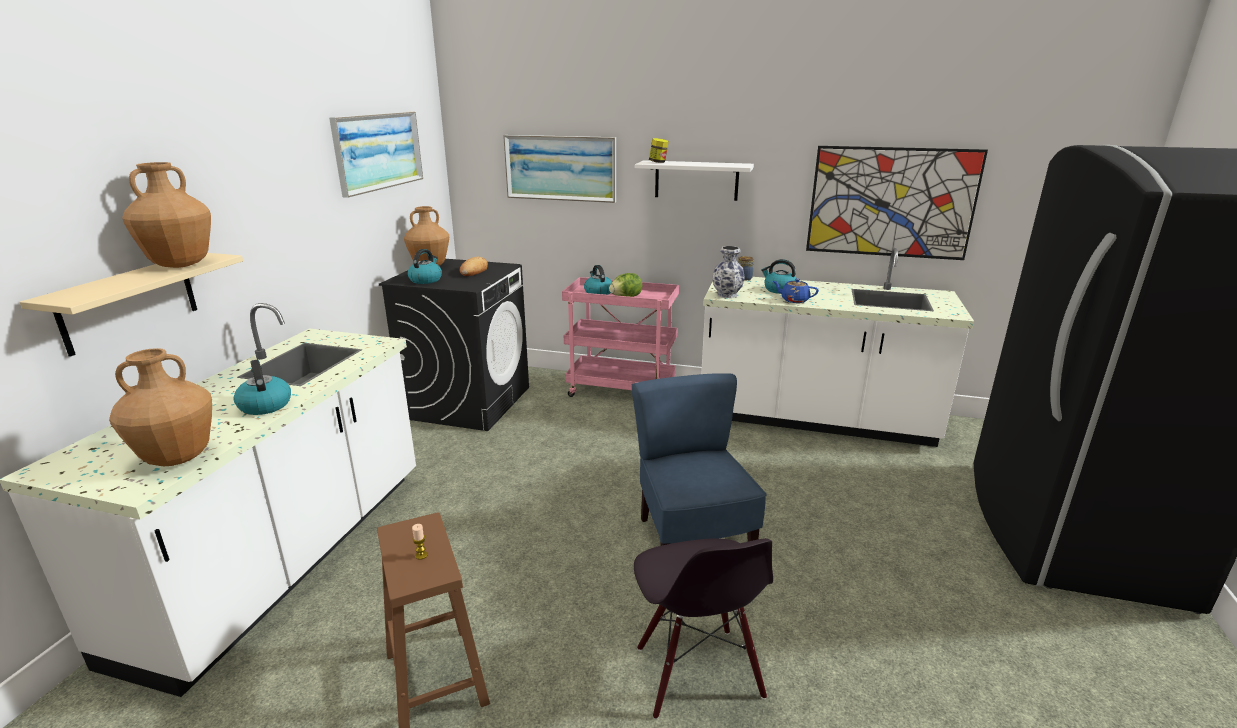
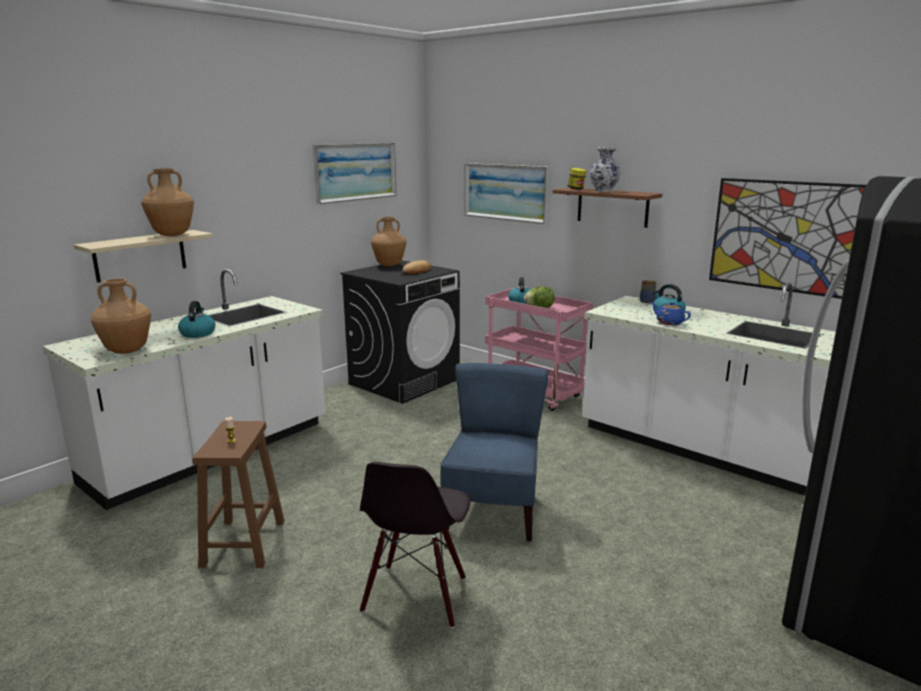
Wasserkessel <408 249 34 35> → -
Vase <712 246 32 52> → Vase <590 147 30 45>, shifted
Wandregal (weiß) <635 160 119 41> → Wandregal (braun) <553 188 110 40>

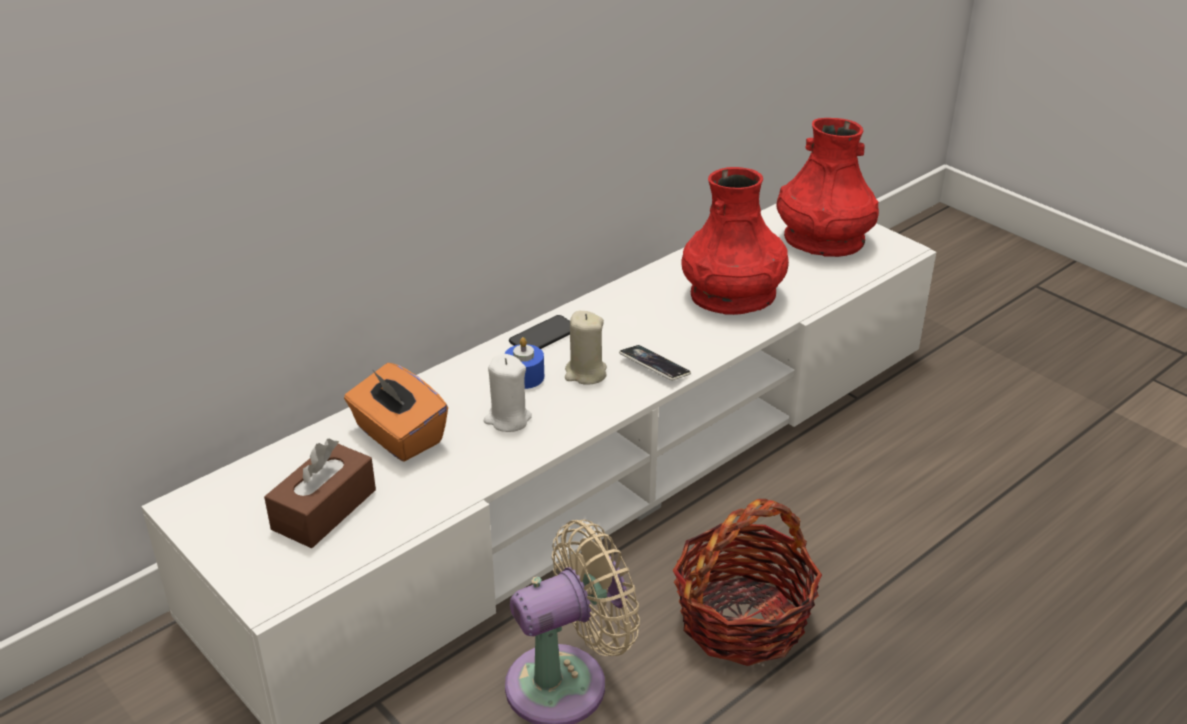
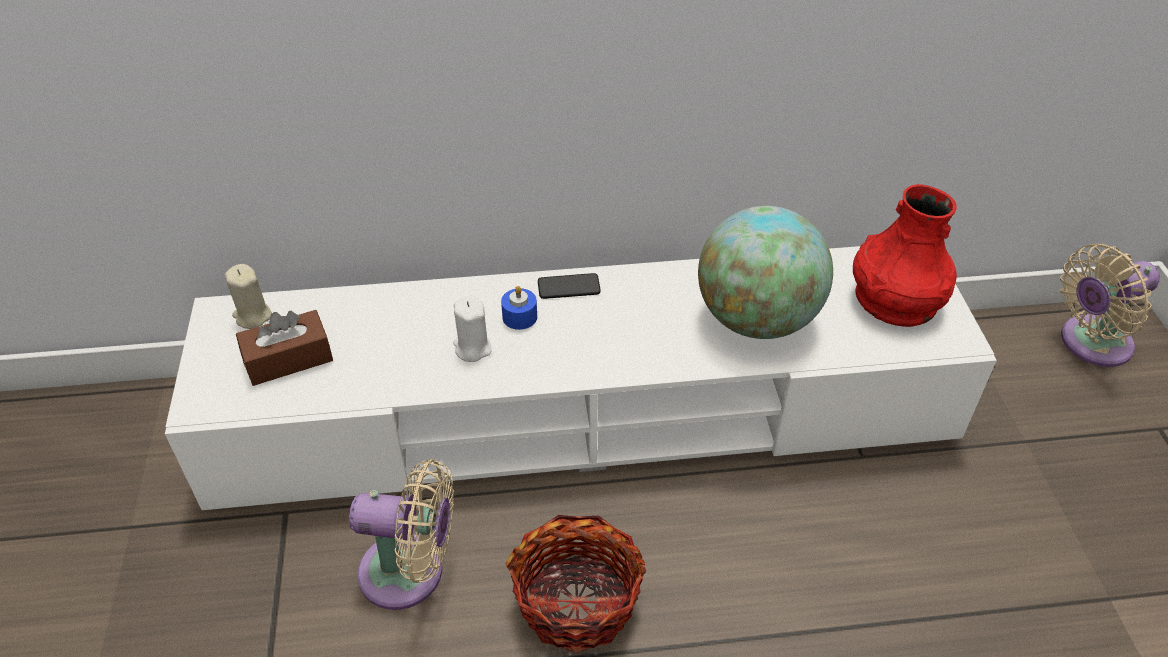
Taschentuchbox (orange) <344 363 104 99> → -
Handy <619 345 72 36> → -
- → Ventilator (beige) <1060 244 100 123>
Kerze (beige) <565 311 42 74> → Kerze (beige) <224 264 48 65>, shifted
Vase (rot) <681 167 108 148> → Globus <698 206 135 133>

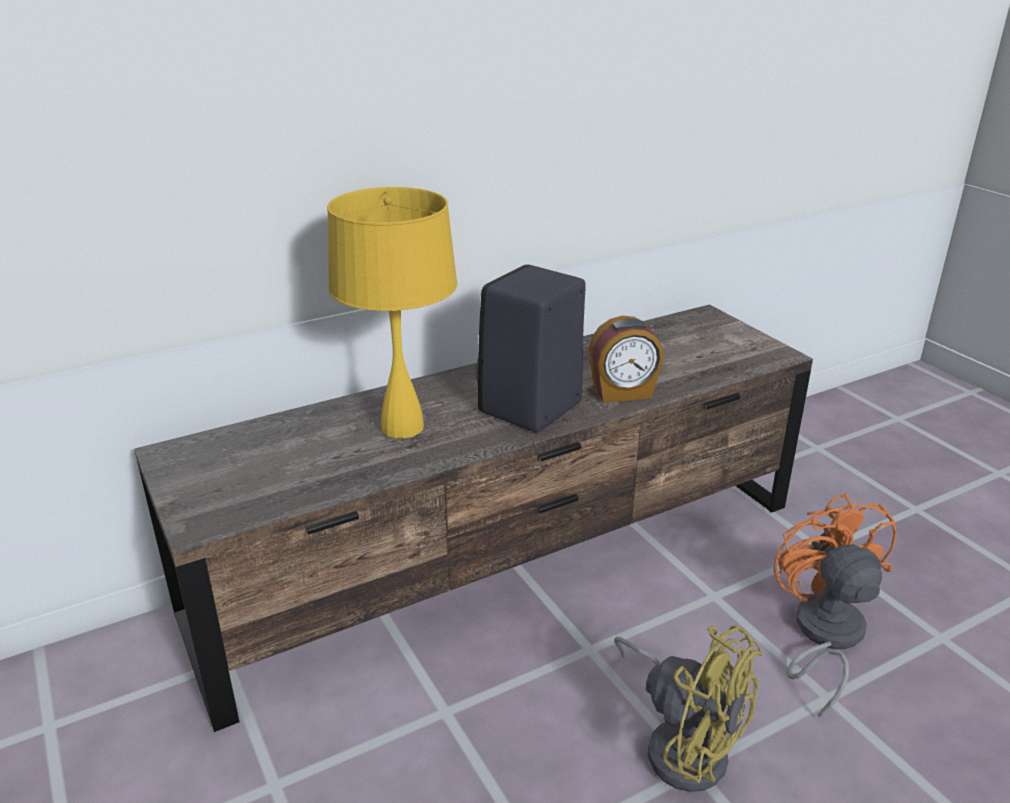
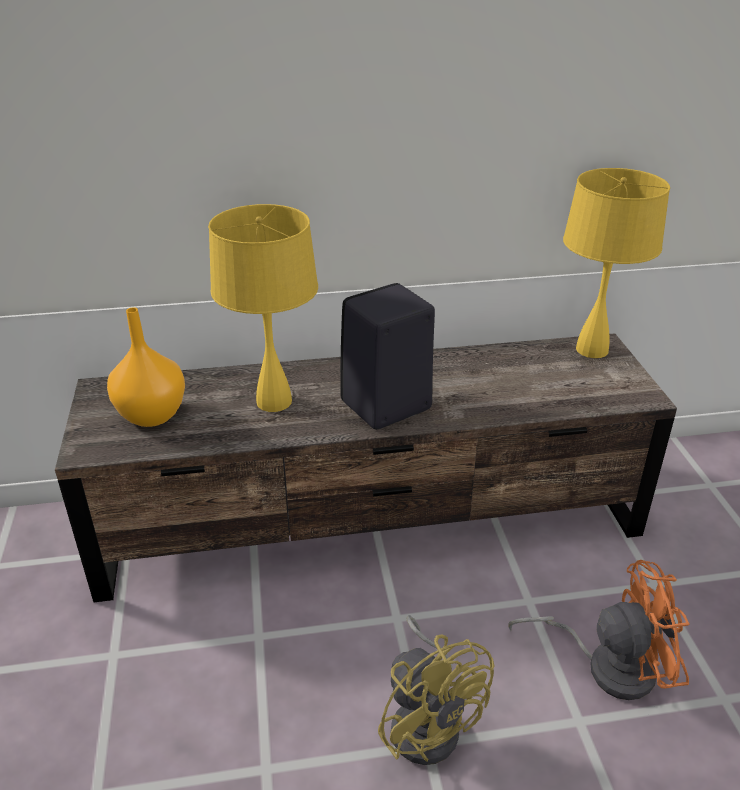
Wecker <589 316 75 87> → -
- → Vase (orange) <107 307 78 120>
- → Tischlampe (gelb) <563 168 107 190>
Ventilator (orange) <774 493 122 224> → Ventilator (orange) <508 560 182 140>, 75 degrees clockwise

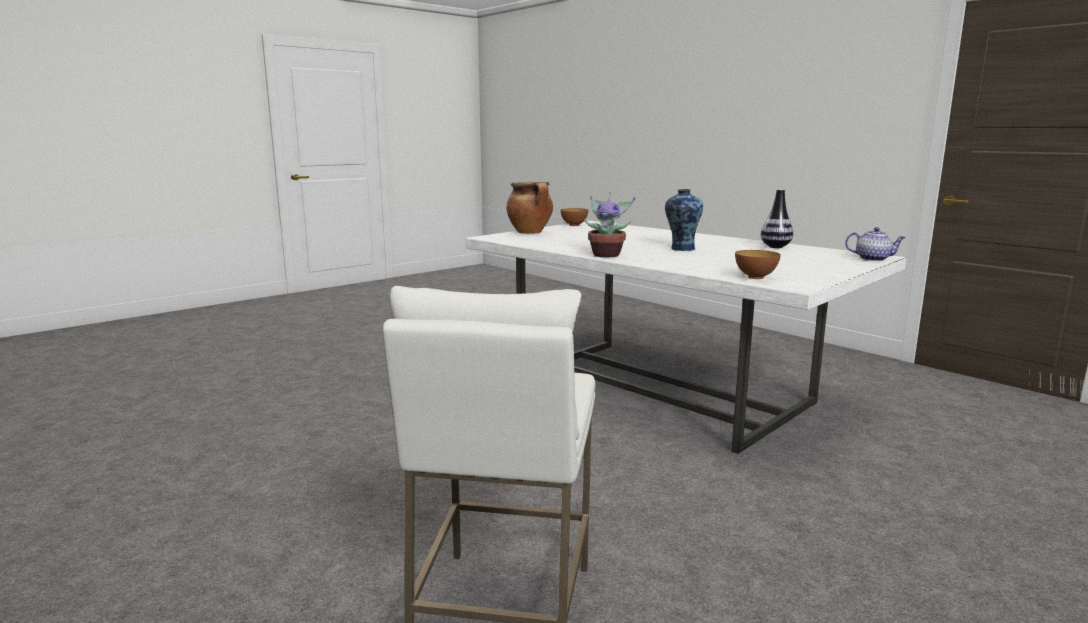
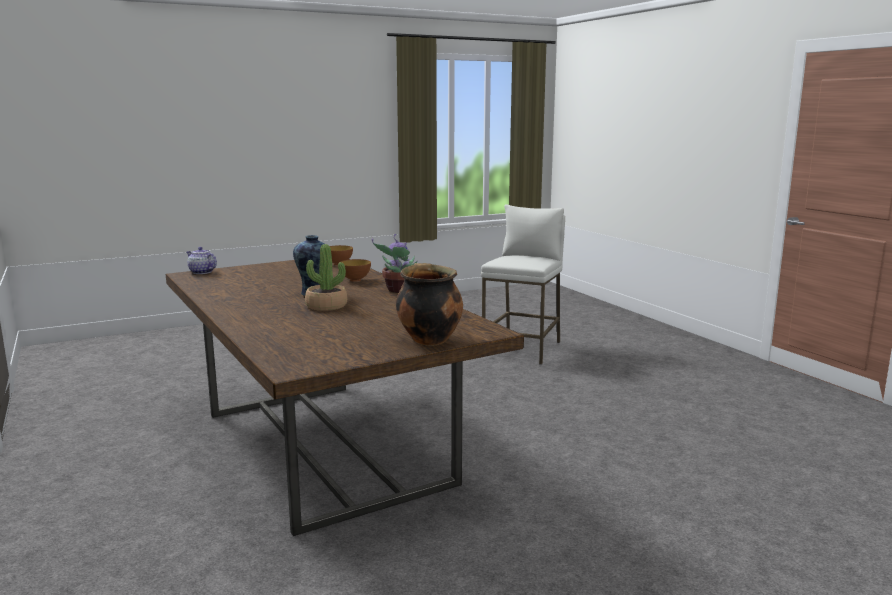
Vase <761 189 32 59> → -
- → Topfpflanze <305 244 42 67>
Schüssel <561 208 28 18> → Schüssel <339 259 32 23>, shifted
Esstisch (weiß) <466 221 440 233> → Esstisch (braun) <166 259 358 277>

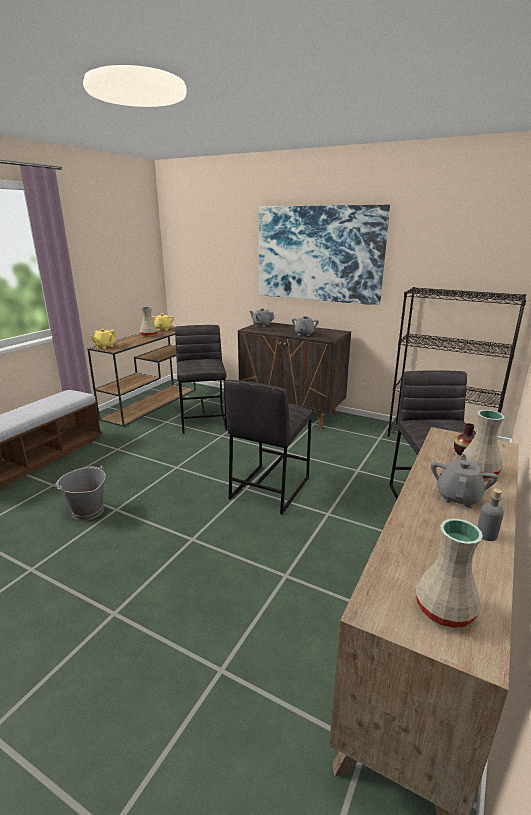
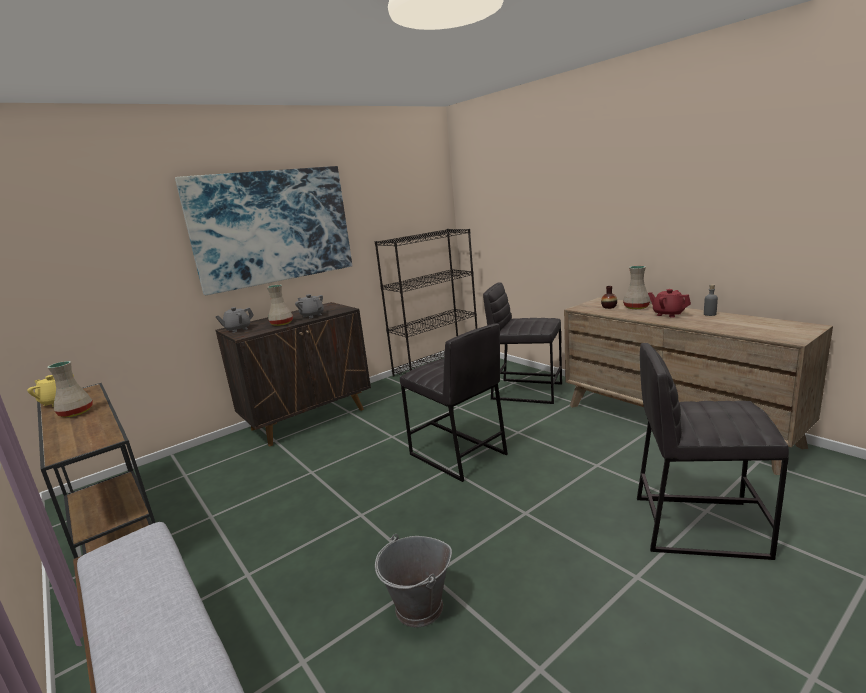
Teekanne (gelb) <90 329 27 20> → -
Hocker (grau) <175 325 52 109> → Hocker (grau) <637 343 152 217>, shifted
Vase (beige) <416 518 67 110> → Vase (beige) <267 285 26 41>, shifted
Teekanne (grau) <431 454 67 54> → Teekanne (rot) <648 289 43 29>

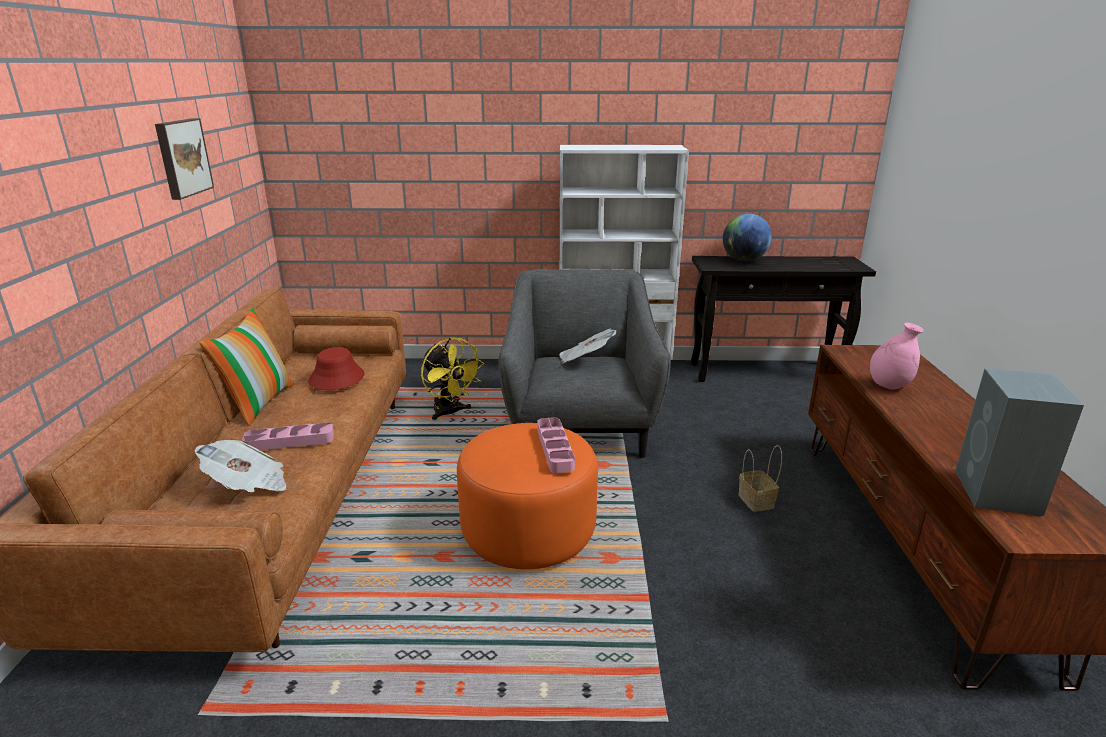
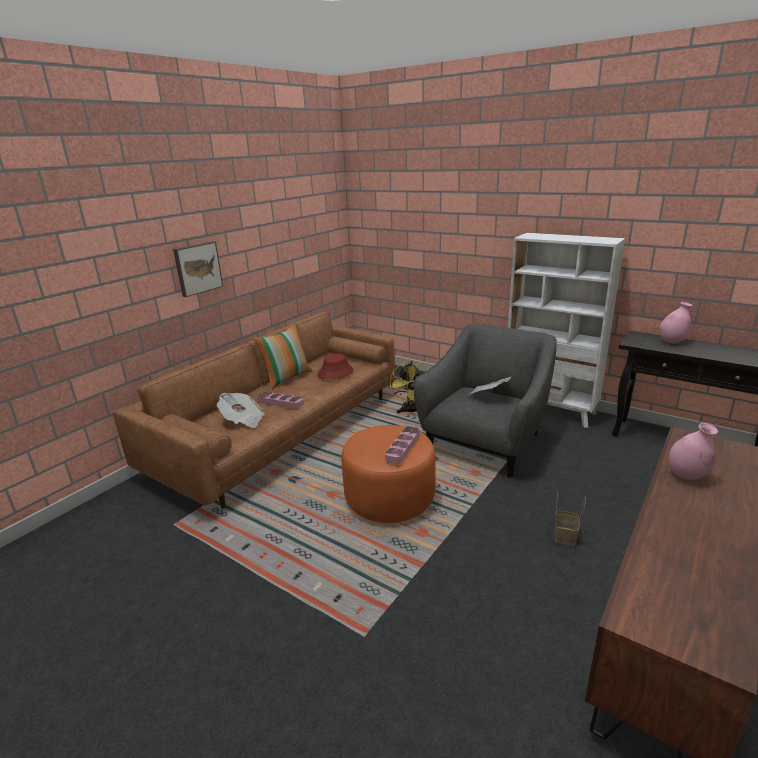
Lautsprecher (grau) <955 368 129 148> → -
Bild <155 118 59 82> → Bild <173 241 50 56>, shifted
Globus <723 214 49 48> → Vase (rosa) <660 302 33 42>

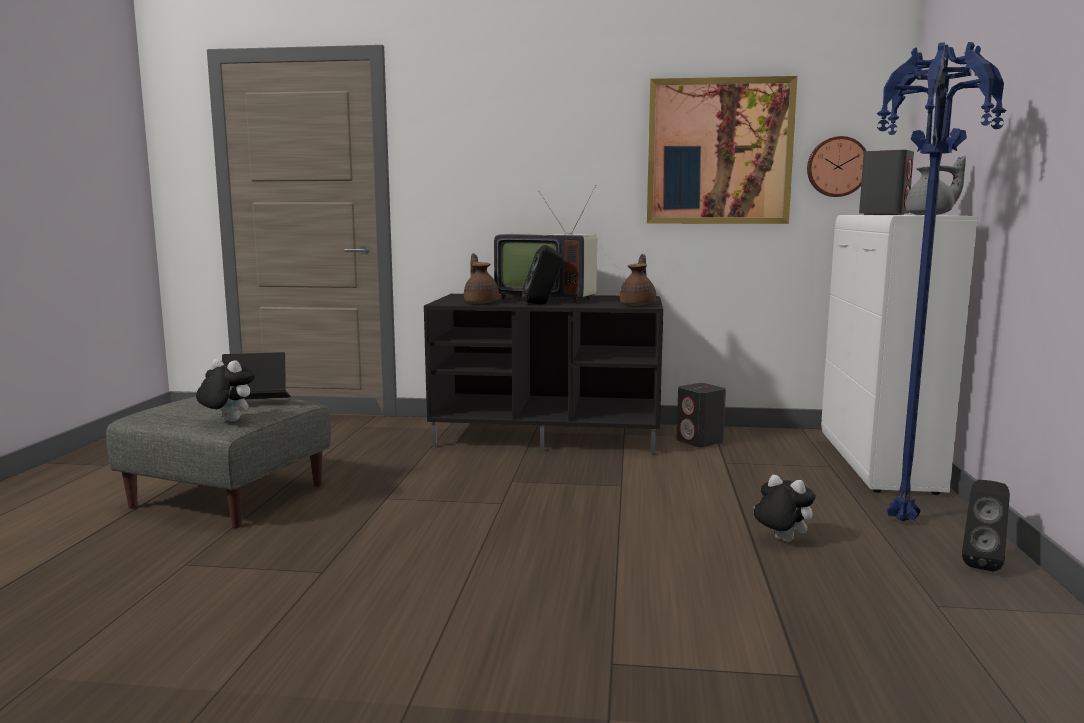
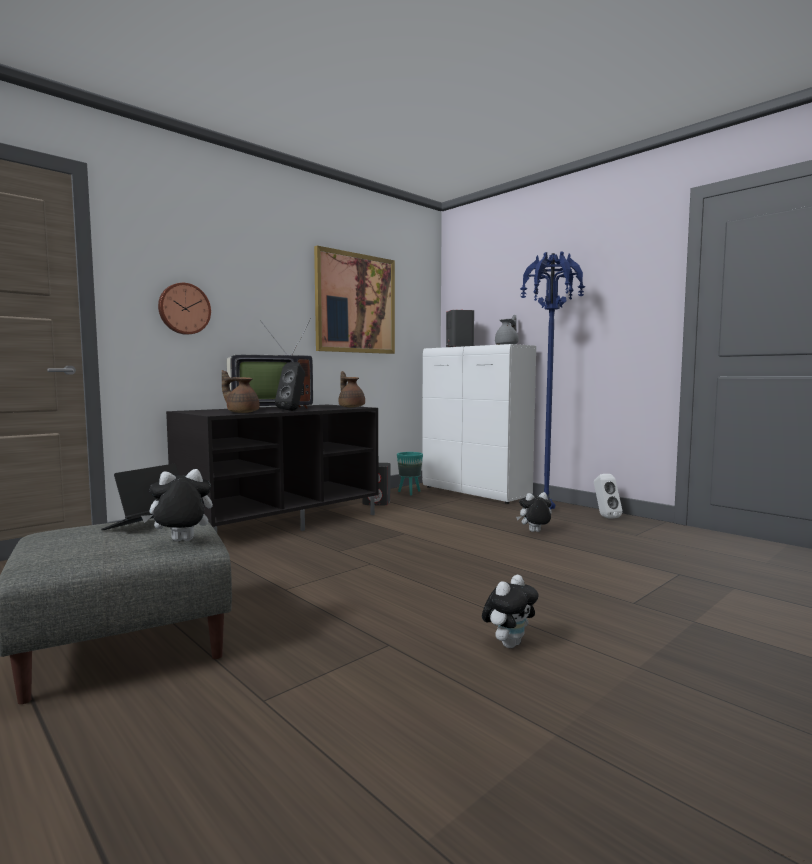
- → Pflanzkübel (türkis) <397 452 26 44>
- → Plüschtier <482 575 57 73>
Wanduhr <807 136 59 61> → Wanduhr <158 283 53 52>, shifted
Lautsprecher (schwarz) <962 480 48 91> → Lautsprecher (weiß) <594 474 29 45>

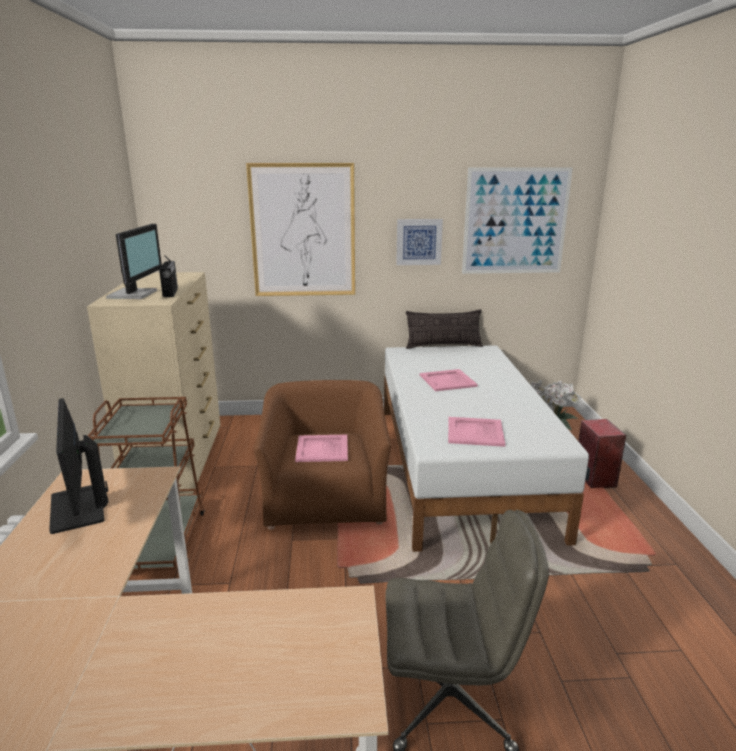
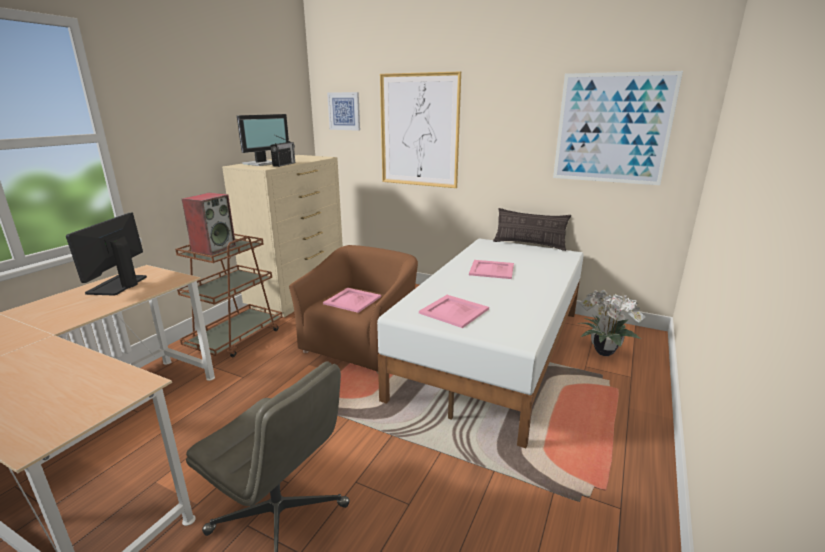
Bild <396 219 47 46> → Bild <327 92 33 39>, shifted
Lautsprecher <578 419 49 69> → Lautsprecher <182 193 54 62>, shifted

